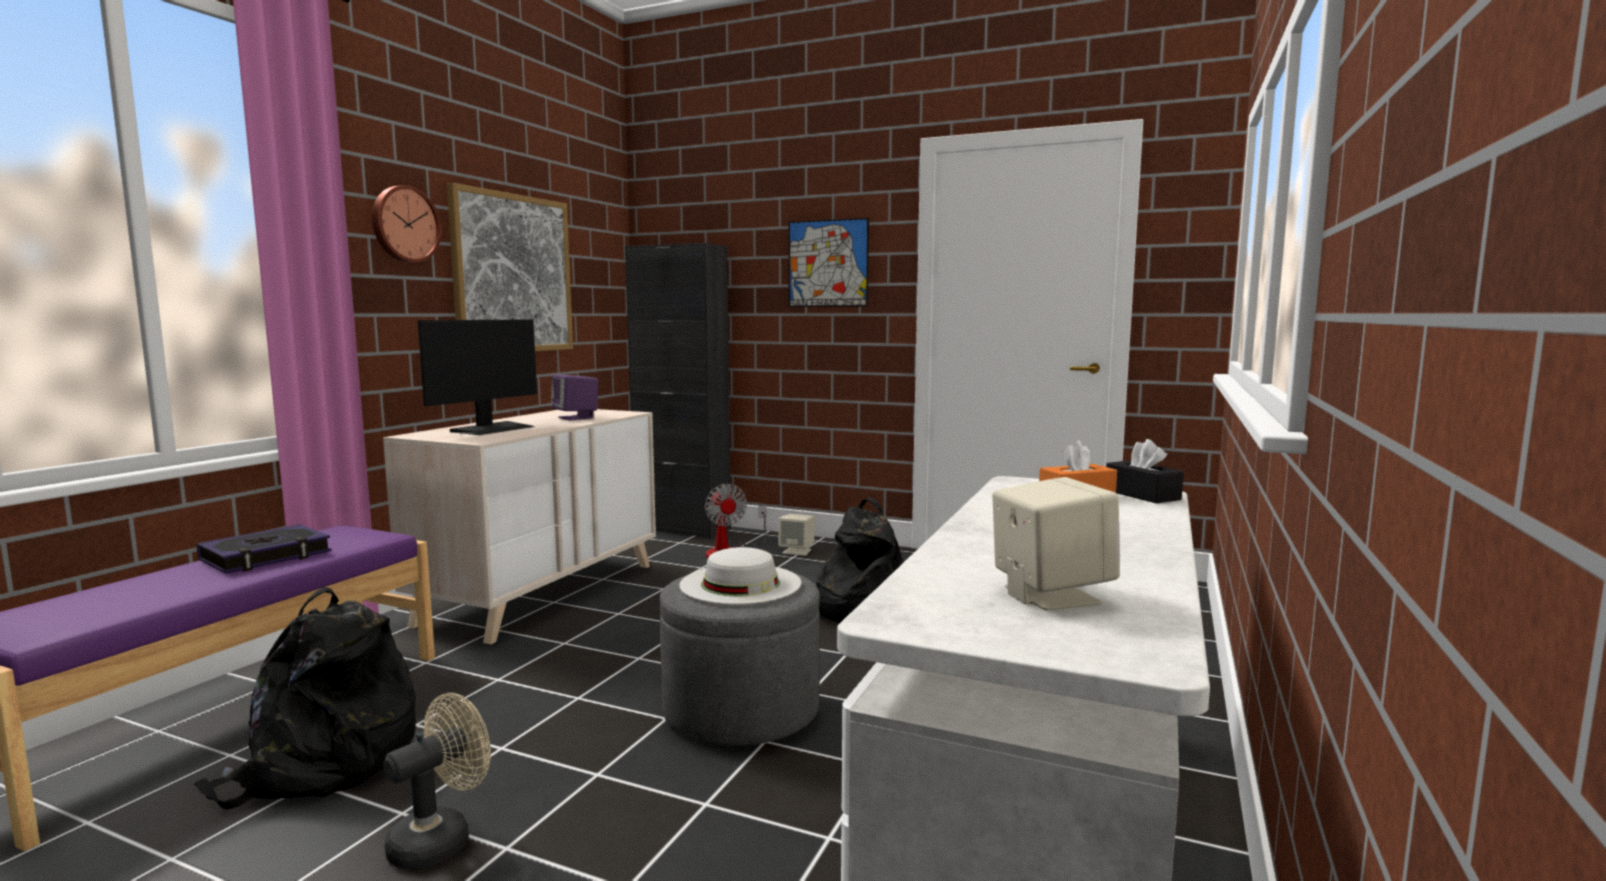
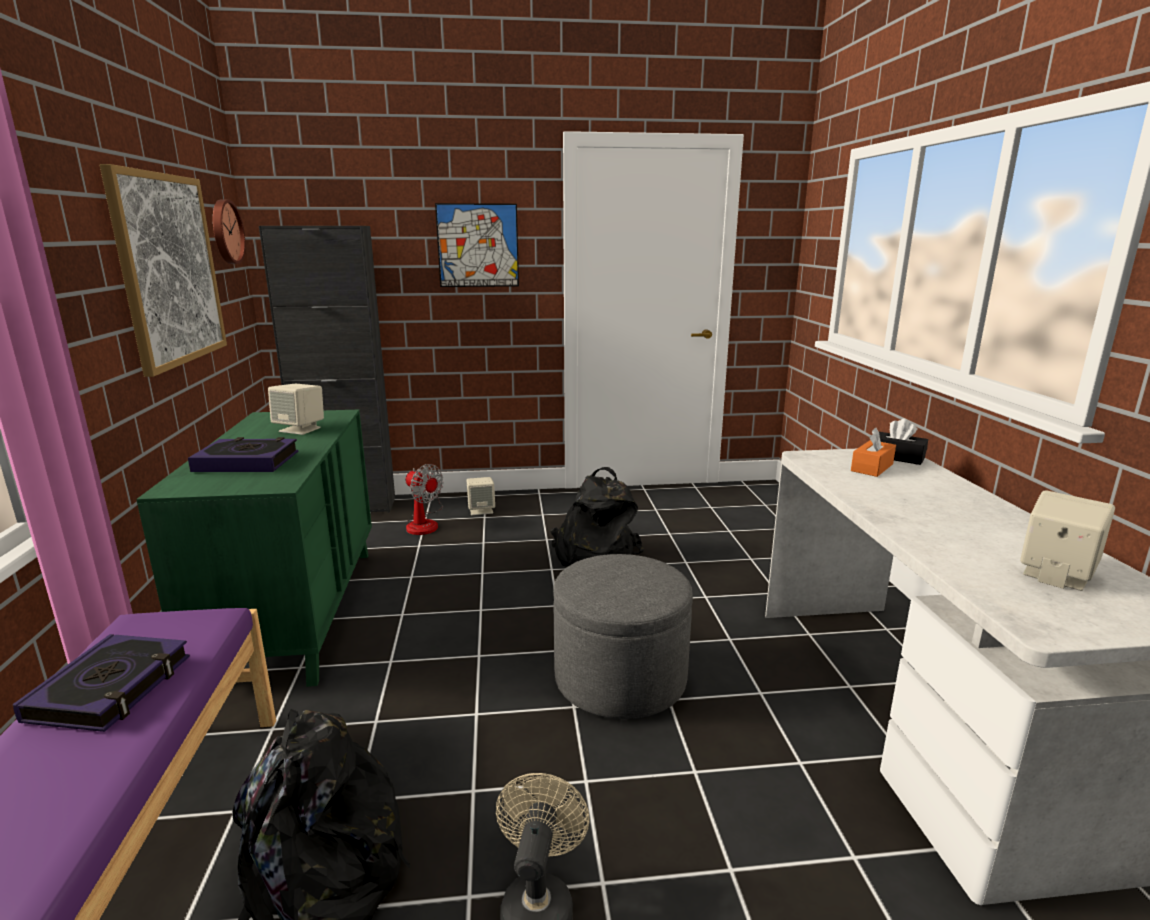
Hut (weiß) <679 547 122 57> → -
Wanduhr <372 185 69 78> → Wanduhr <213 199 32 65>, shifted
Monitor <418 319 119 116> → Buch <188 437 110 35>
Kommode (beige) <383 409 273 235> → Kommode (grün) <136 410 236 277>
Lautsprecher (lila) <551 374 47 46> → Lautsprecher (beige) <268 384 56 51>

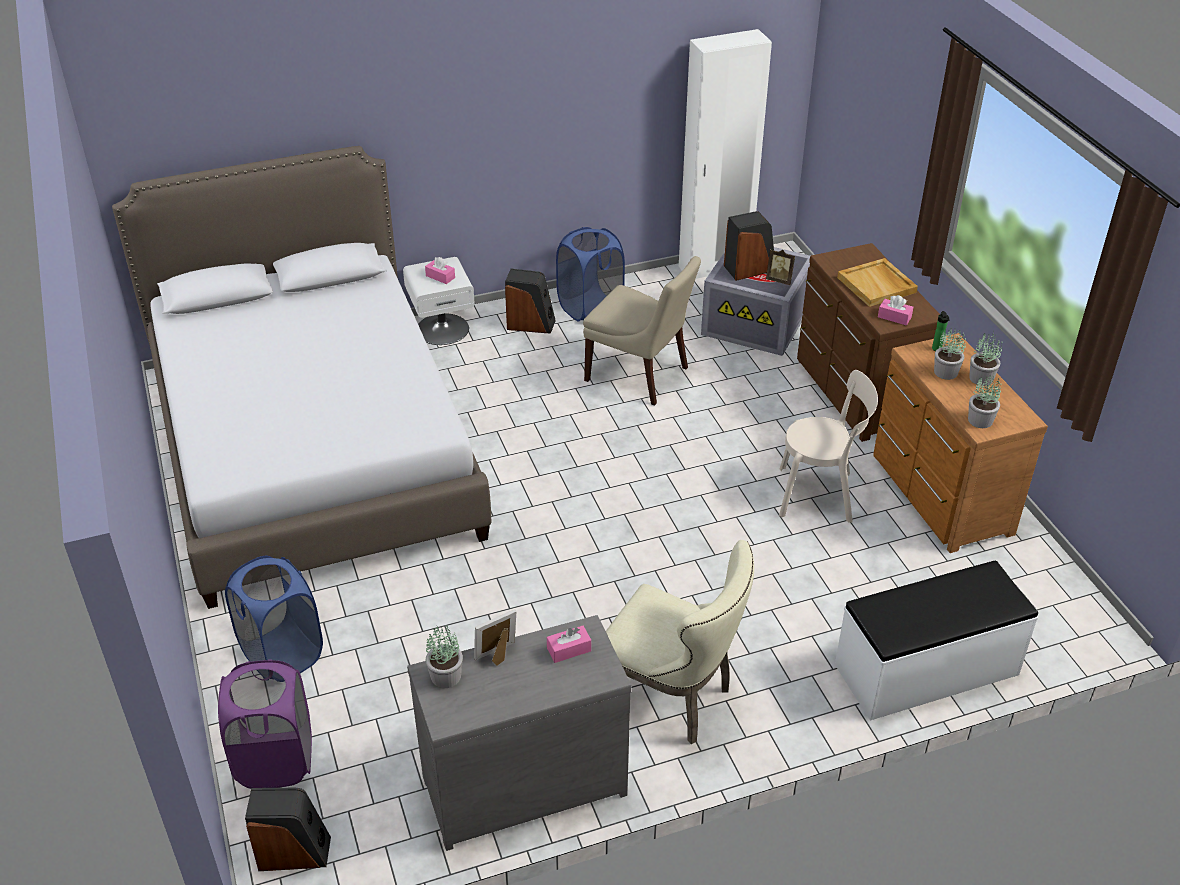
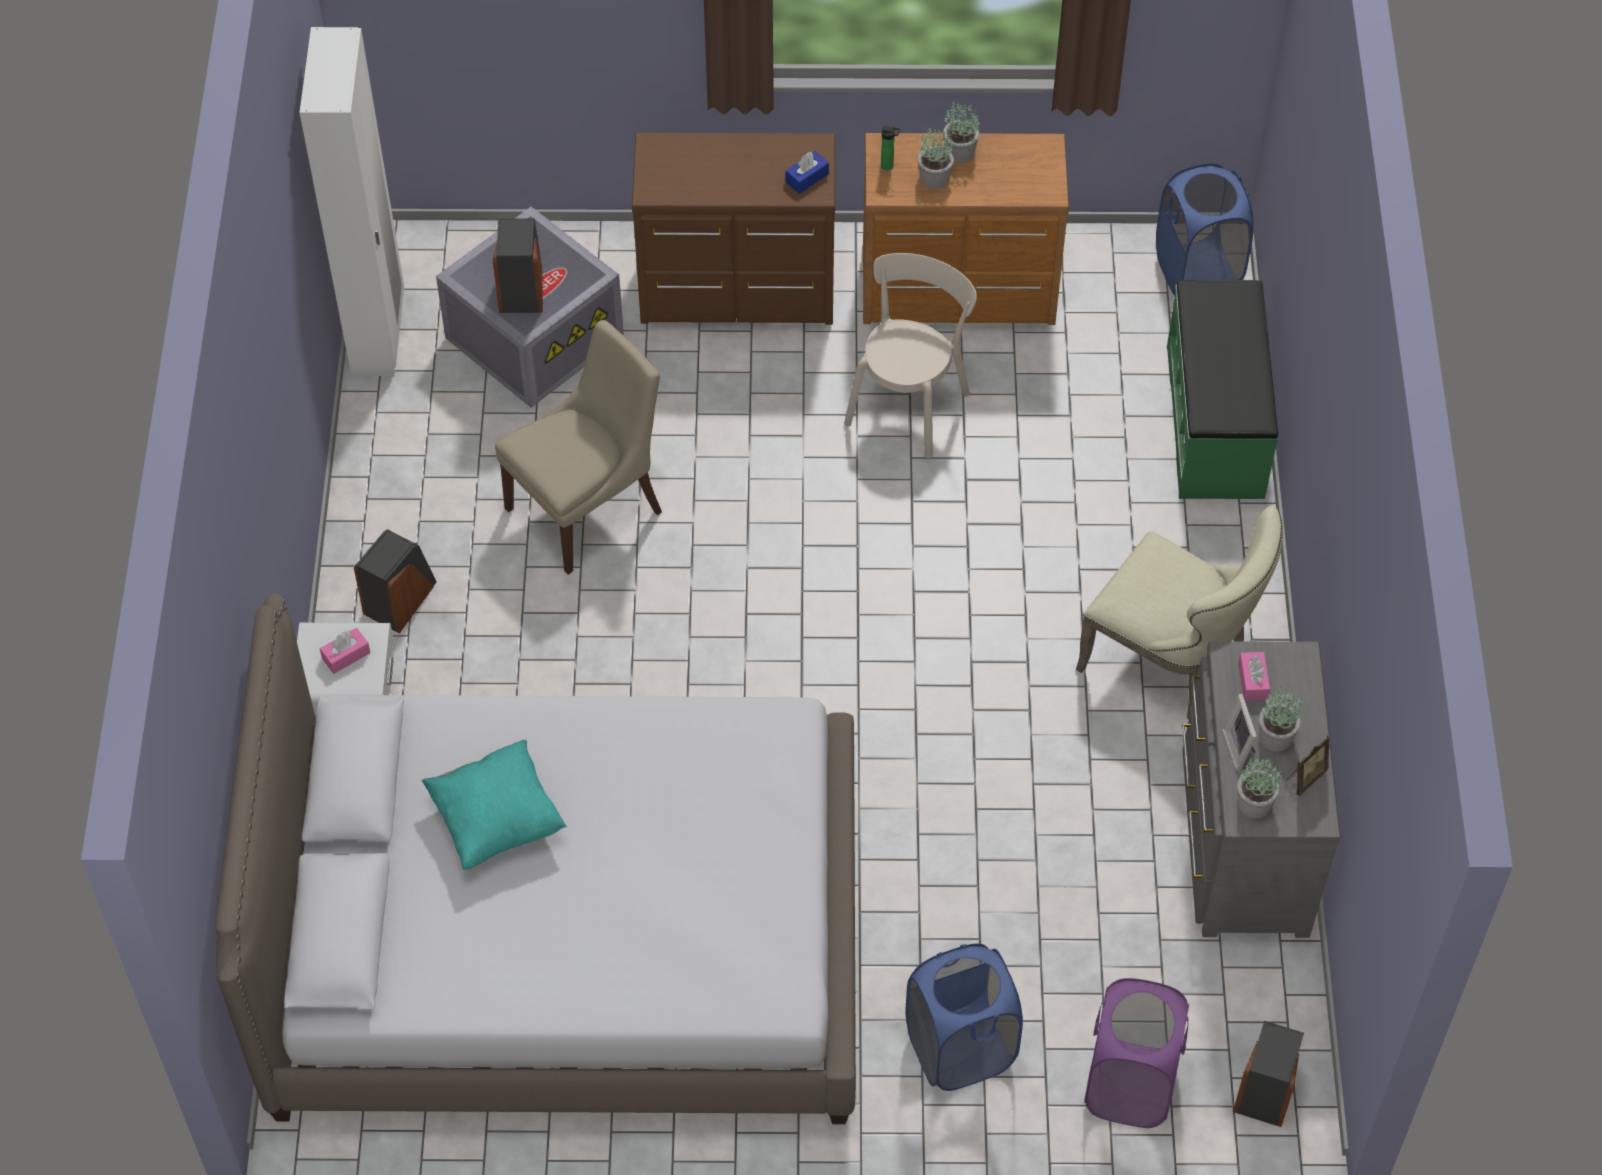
Tablett (beige) <837 258 81 49> → -
- → Kissen (türkis) <422 740 145 130>
Wäschekorb (blau) <556 227 69 94> → Wäschekorb (blau) <1156 163 98 132>, shifted
Bilderrahmen <766 250 29 35> → Bilderrahmen <1286 736 43 60>, shifted
Topfpflanze <968 376 33 52> → Topfpflanze <1259 686 43 65>, shifted
Bank (weiß) <835 561 203 160> → Bank (grün) <1167 280 111 219>
Taschentuchbox (rosa) <878 295 35 30> → Taschentuchbox (blau) <786 151 43 43>
Stuhl (beige) <606 540 148 204> → Stuhl (beige) <1076 506 207 214>, 75 degrees clockwise

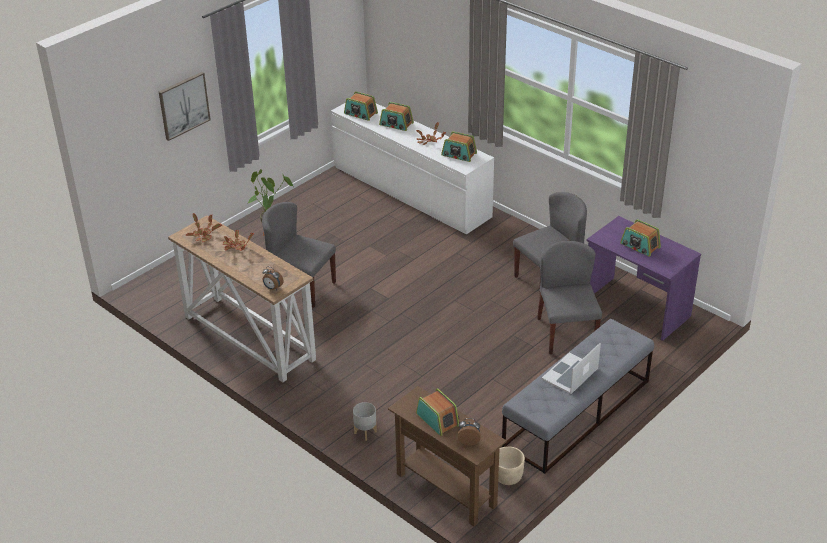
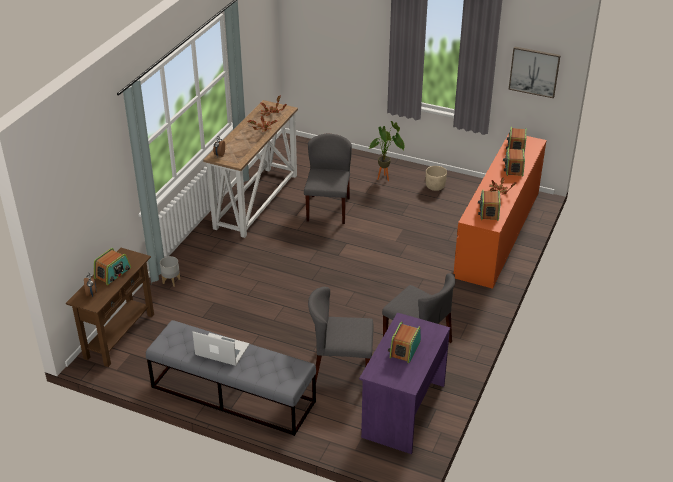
Bild <159 72 52 69> → Bild <508 46 53 52>, shifted
Pflanzkübel (beige) <498 446 27 39> → Pflanzkübel (beige) <426 166 21 25>, shifted
Kommode (weiß) <331 103 163 131> → Kommode (orange) <453 132 93 157>
Stuhl (grau) <537 241 65 113> → Stuhl (grau) <308 287 66 94>, 150 degrees counterclockwise

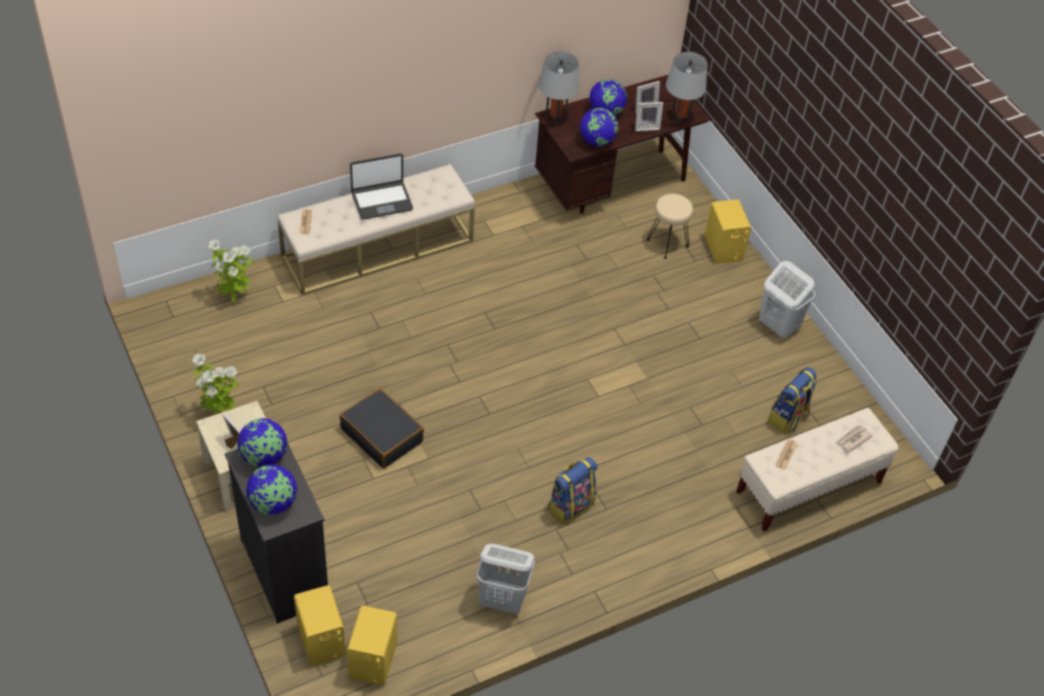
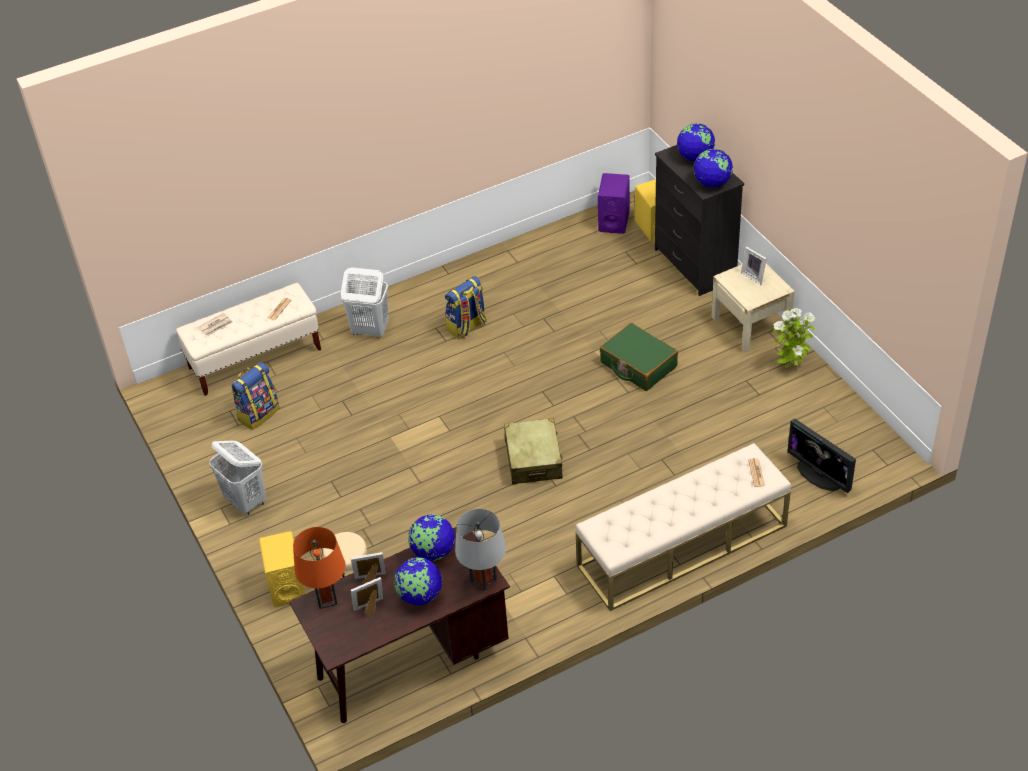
Laptop <350 154 63 66> → -
- → Koffer (beige) <504 418 59 66>
Wäschekorb (weiß) <477 544 58 70> → Wäschekorb (weiß) <341 267 48 71>, shifted
Topfpflanze <208 240 46 63> → Monitor <787 419 69 74>
Koffer (schwarz) <340 388 84 81> → Koffer (grün) <600 323 78 68>
Lautsprecher (gelb) <347 605 50 81> → Lautsprecher (lila) <598 173 32 61>
Tischlampe (grau) <666 52 42 71> → Tischlampe (orange) <293 527 53 82>

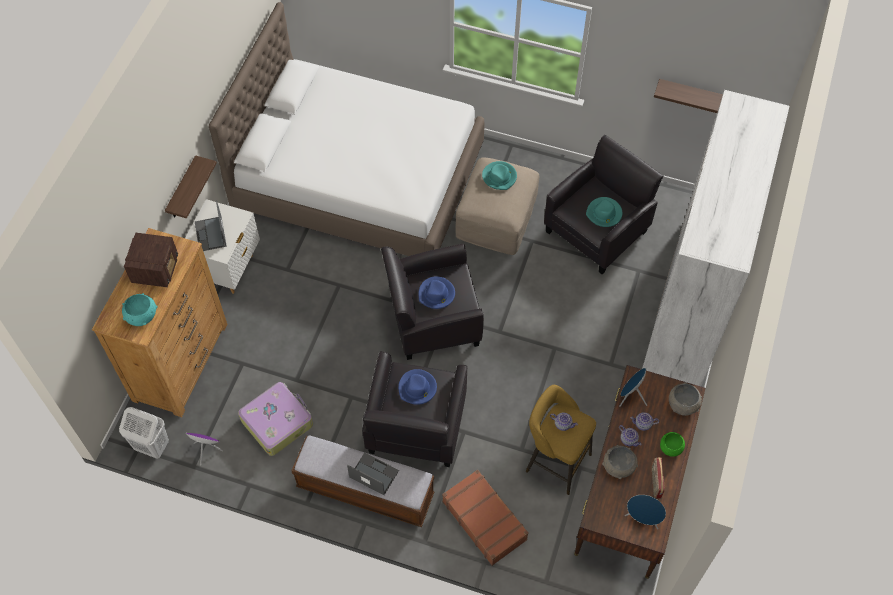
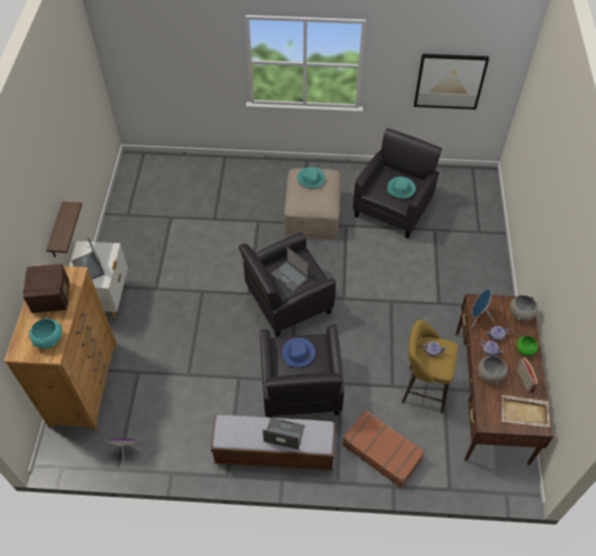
Wäschekorb (weiß) <119 407 50 52> → -
Bett (weiß) <209 2 275 254> → -
Koffer <238 382 75 74> → -
Kleiderschrank (weiß) <642 90 147 296> → -
Hut (blau) <418 276 37 33> → Laptop <271 247 38 45>
Lautsprecher (blau) <625 495 41 34> → Tablett (beige) <502 395 48 32>
Wandregal <654 79 69 34> → Bild <414 54 75 56>

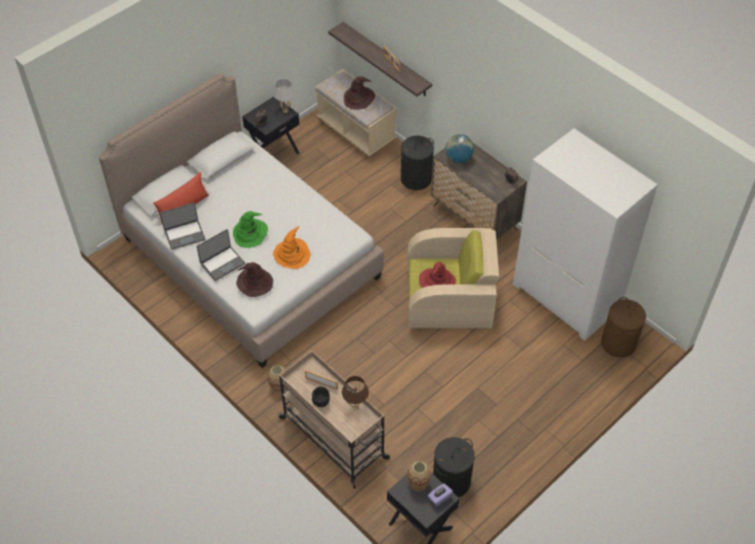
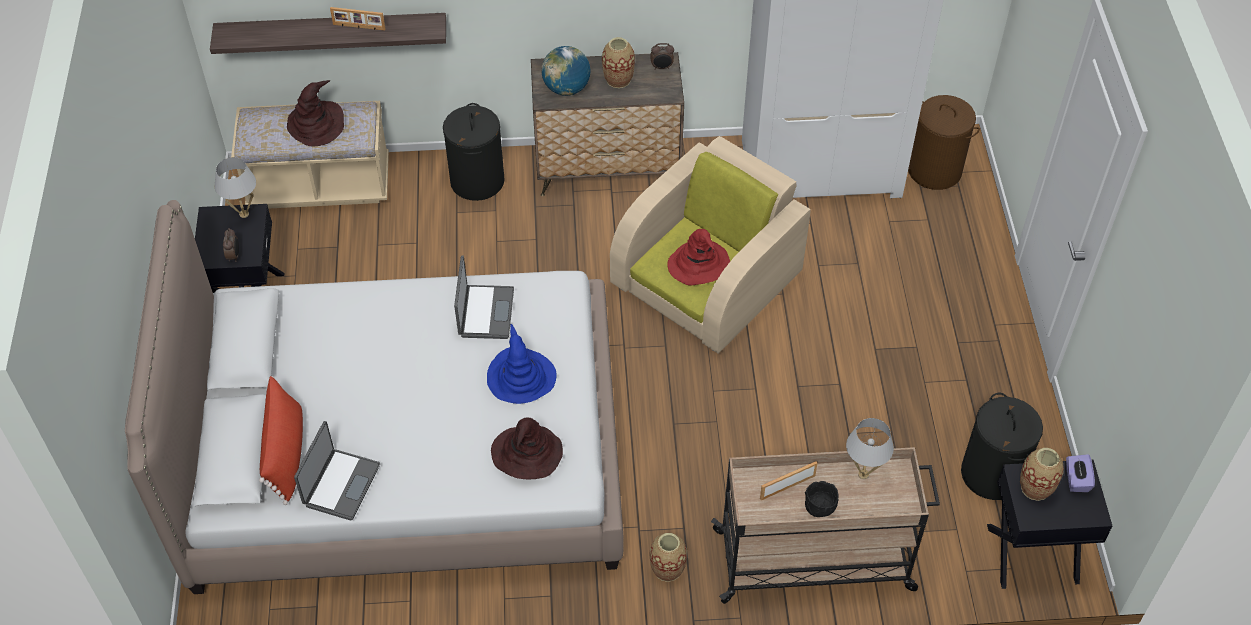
Hut (grün) <233 211 35 37> → -
- → Vase <602 37 33 51>
Laptop <197 229 48 52> → Laptop <454 256 60 83>, shifted
Hut (orange) <273 226 37 43> → Hut (blau) <487 324 70 80>
Tischlampe (braun) <342 376 27 34> → Tischlampe (weiß) <846 418 48 61>

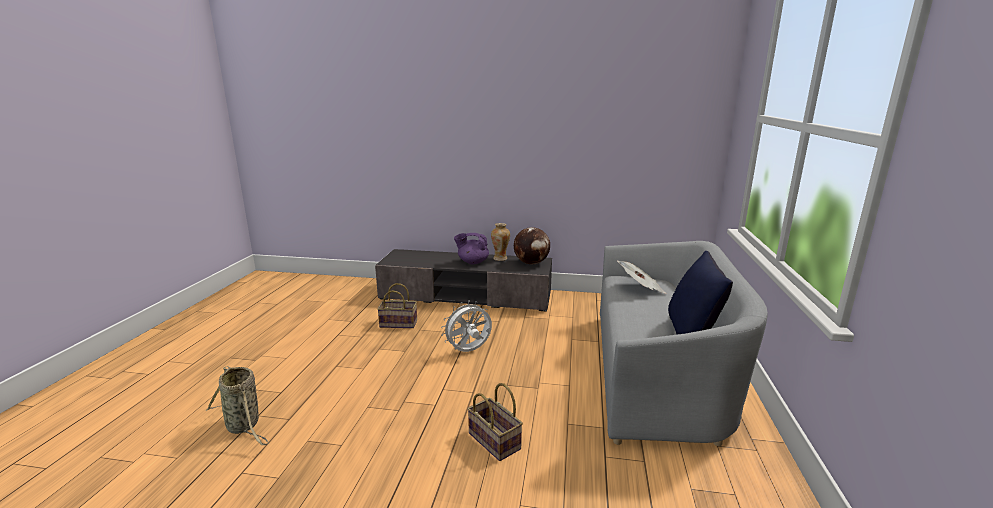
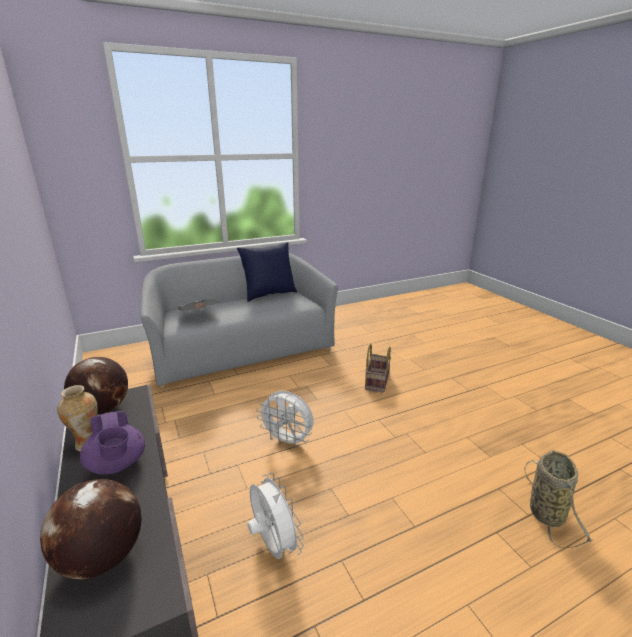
- → Globus <40 479 102 100>
Korb <377 283 40 45> → Ventilator (weiß) <247 473 57 86>

